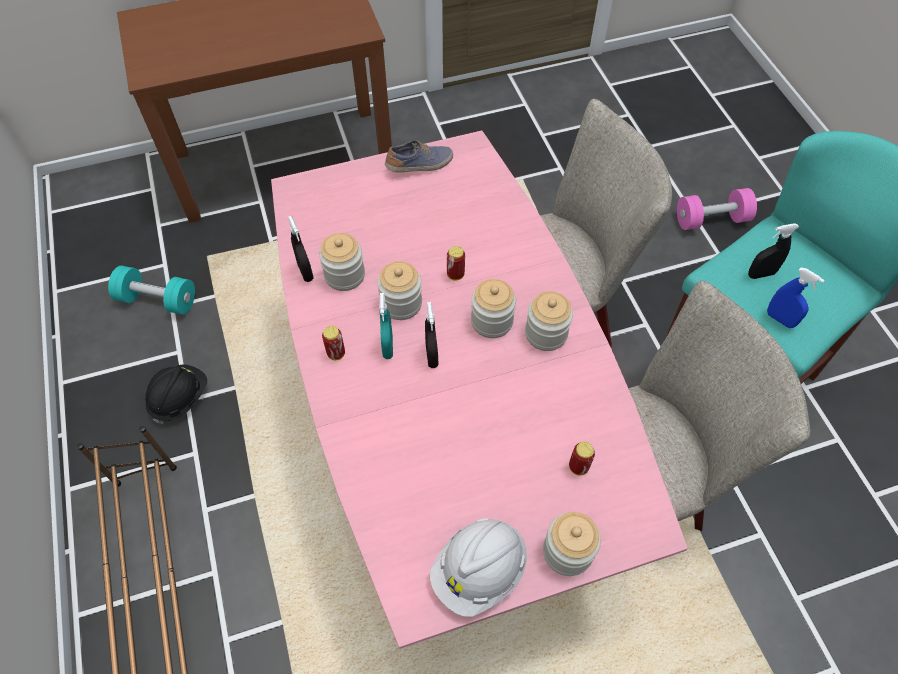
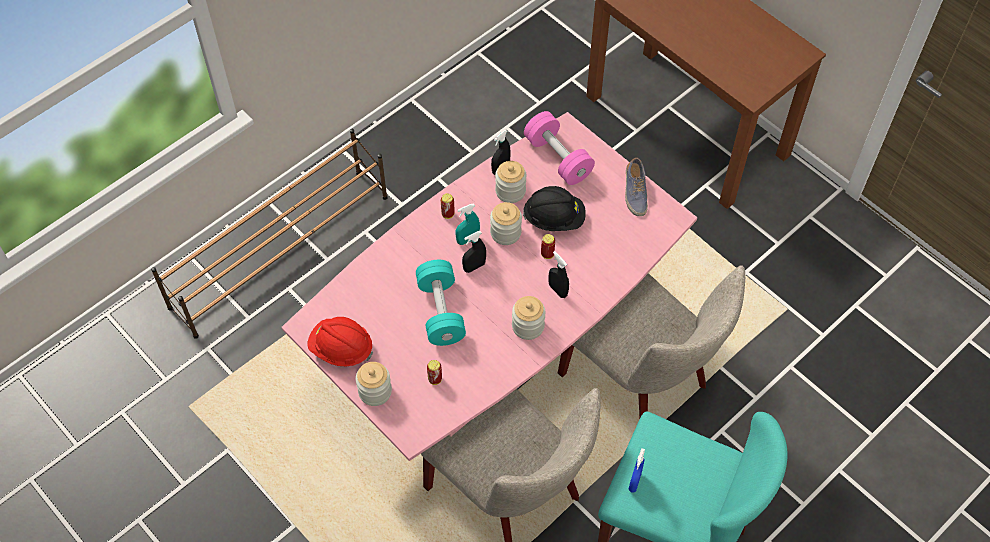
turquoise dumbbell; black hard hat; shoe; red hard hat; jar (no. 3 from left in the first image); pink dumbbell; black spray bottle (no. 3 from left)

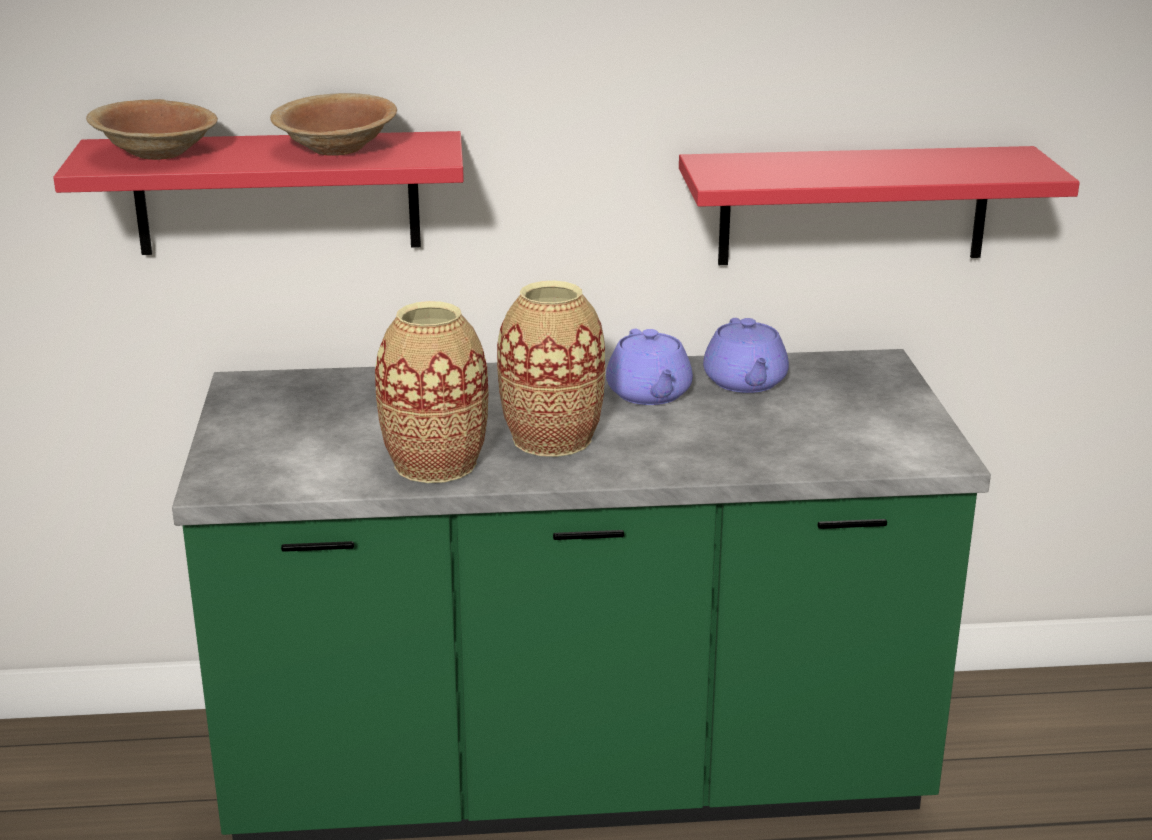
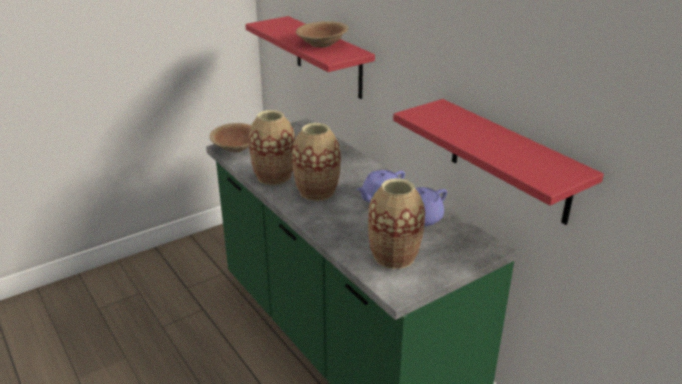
brown bowl (no. 1 from left); vase (no. 3 from left)

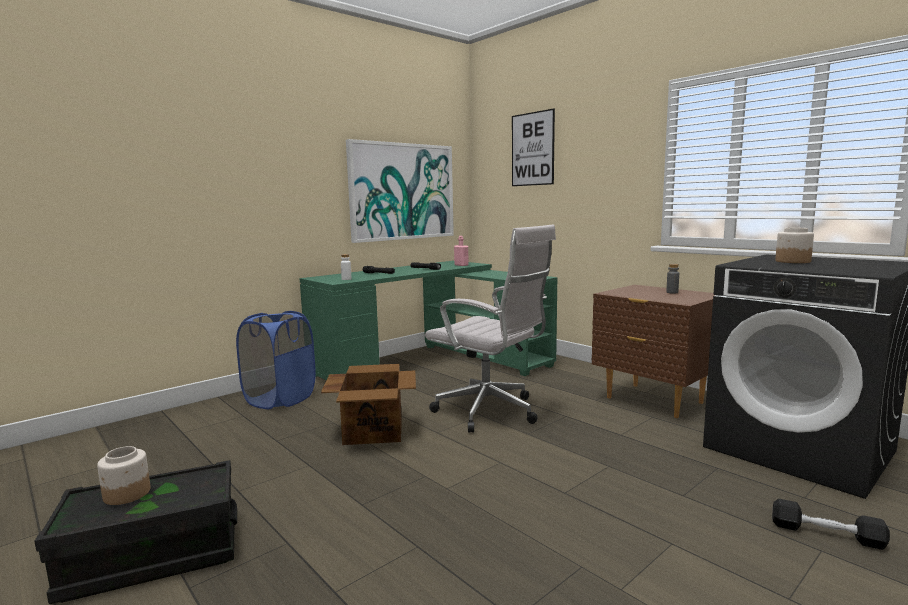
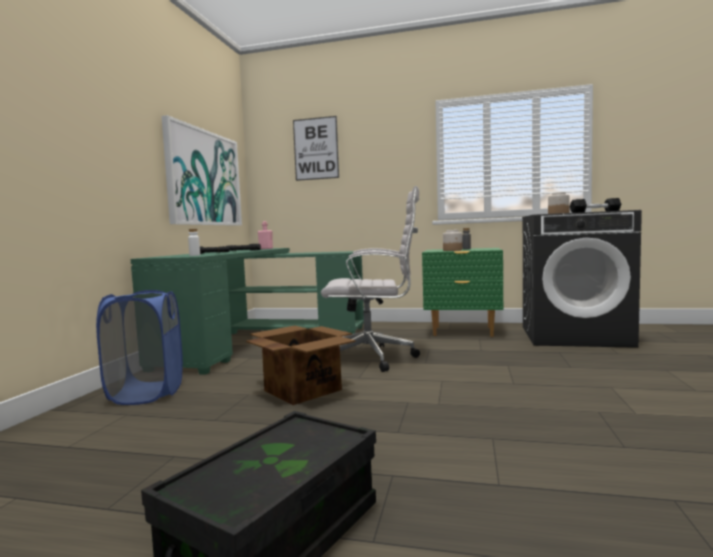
jar (no. 1 from left); green nightstand; black dumbbell

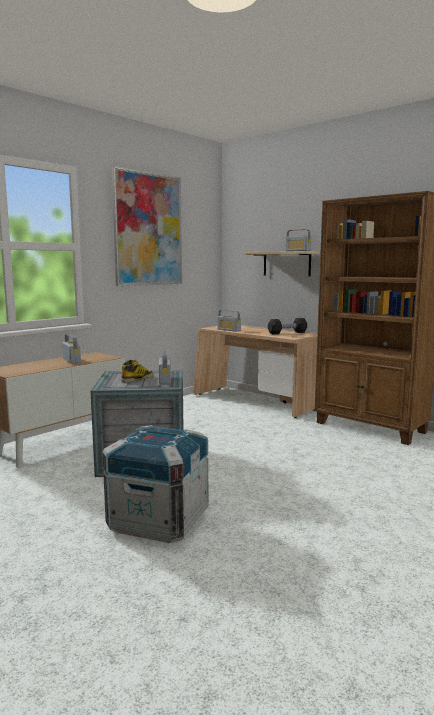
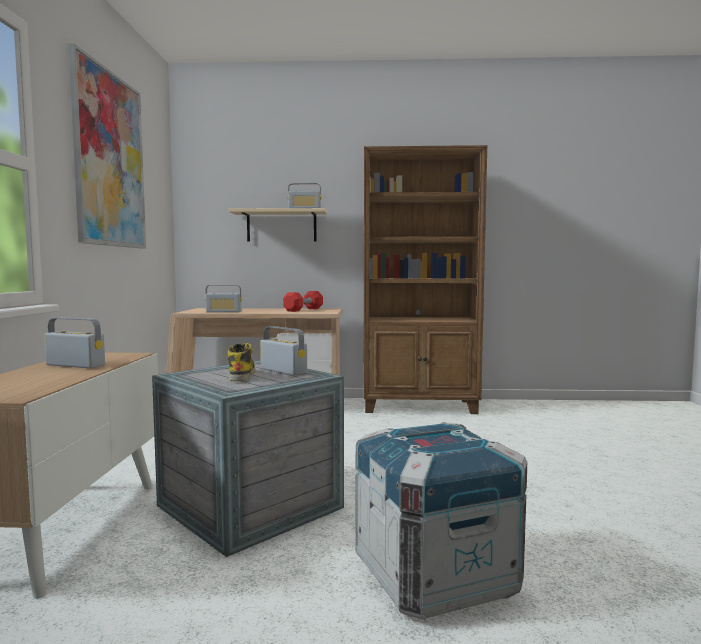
red dumbbell

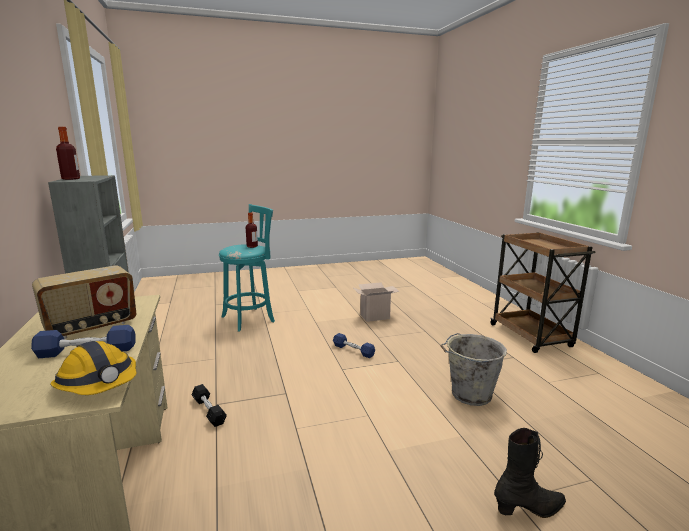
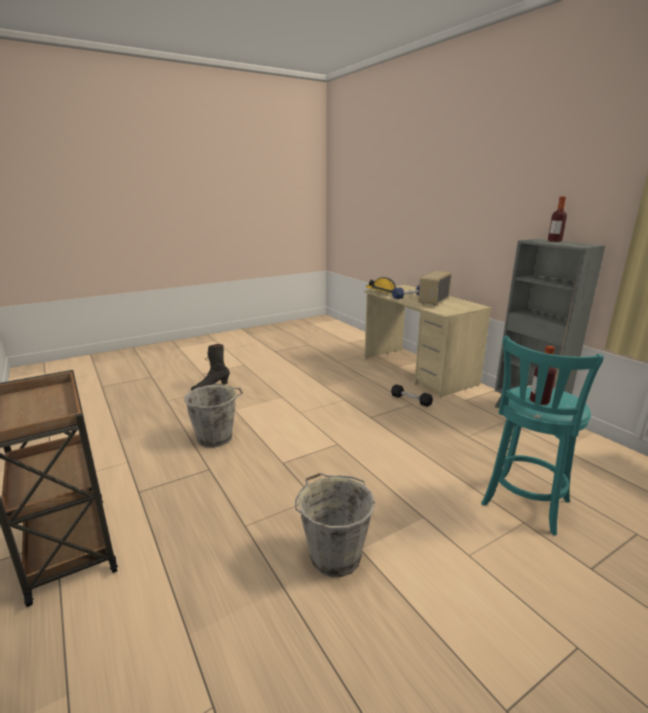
blue dumbbell (no. 2 from left in the first image); grey bucket (no. 2 from left)

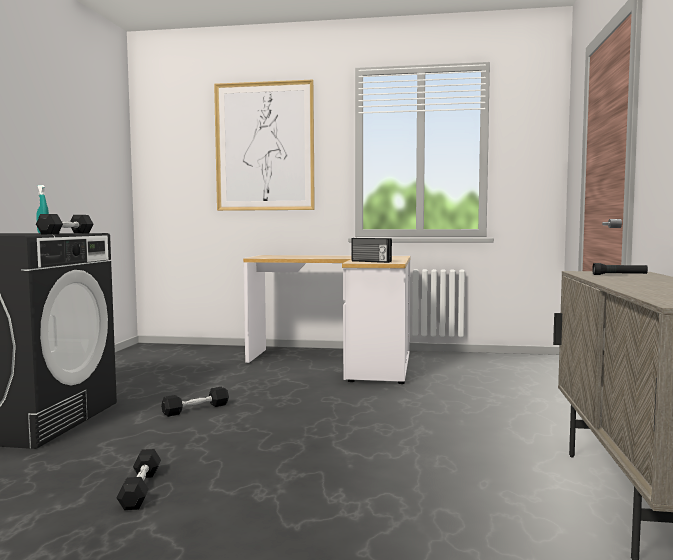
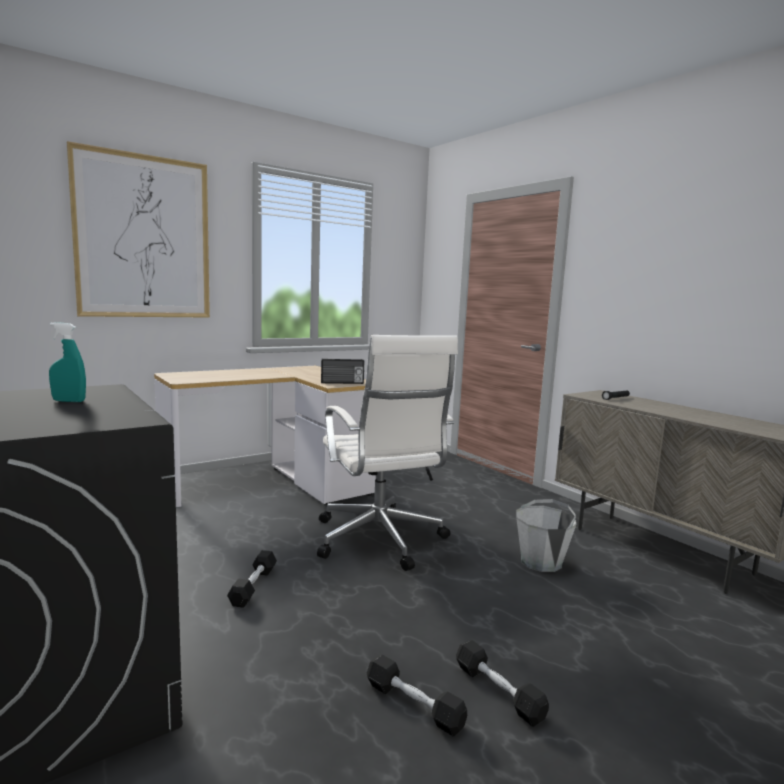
black dumbbell (no. 3 from left); white office chair; grey bucket

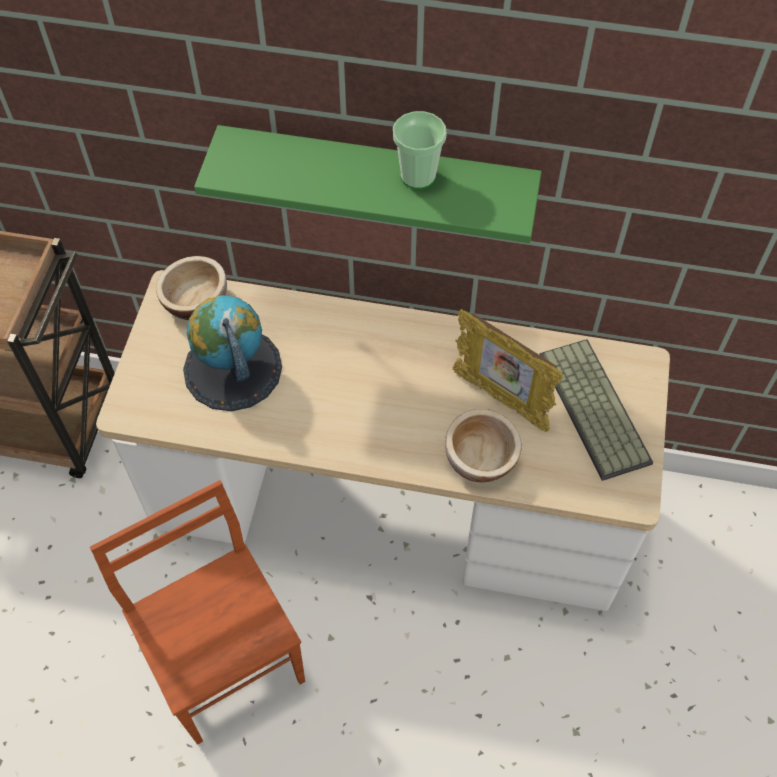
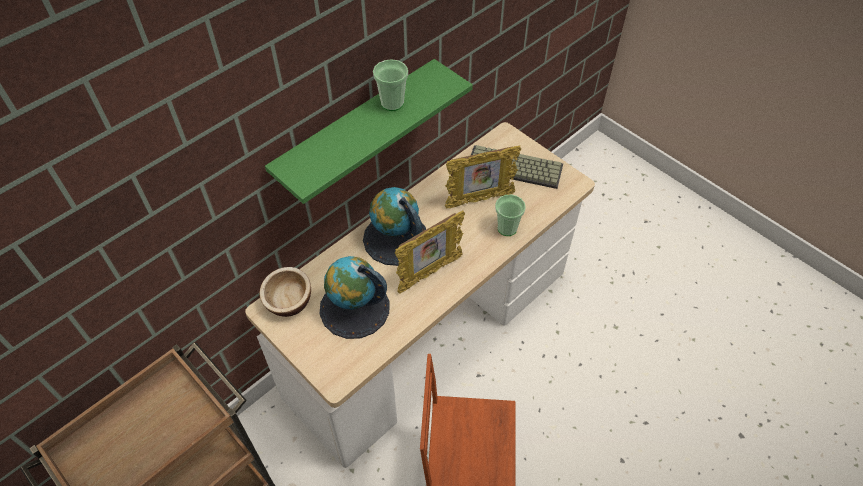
cup (no. 2 from left); globe (no. 2 from left); picture frame (no. 1 from left)

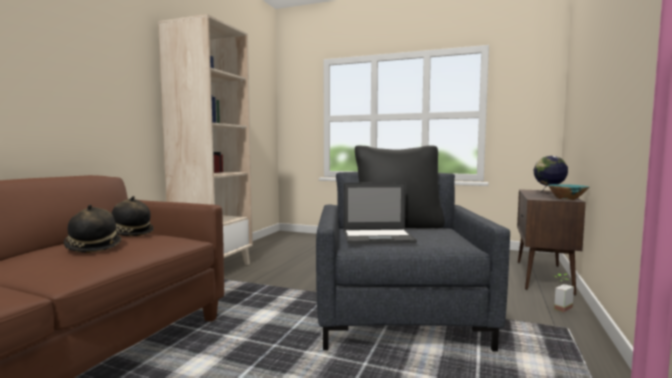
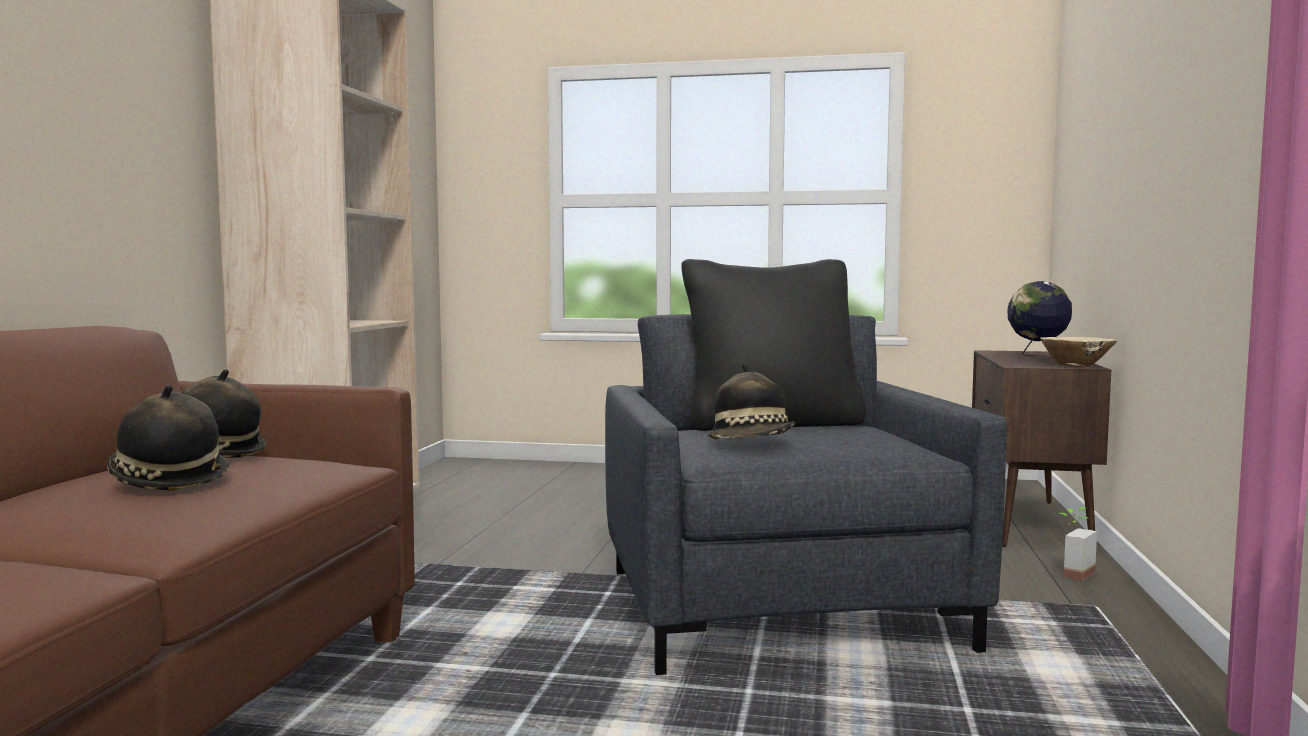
hat (no. 3 from left); beige bowl

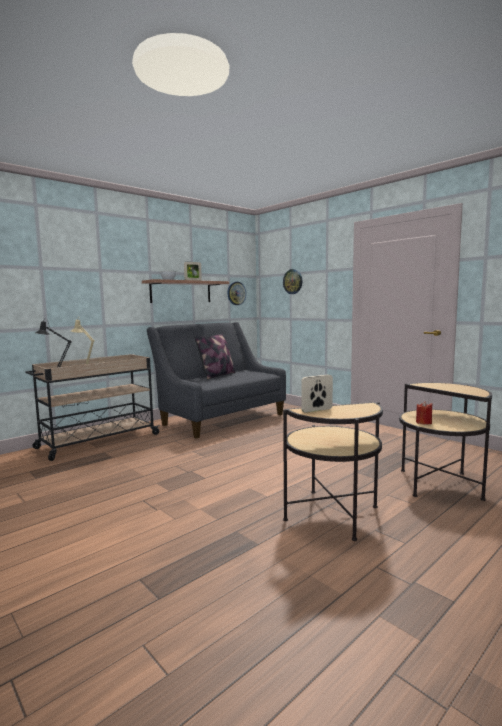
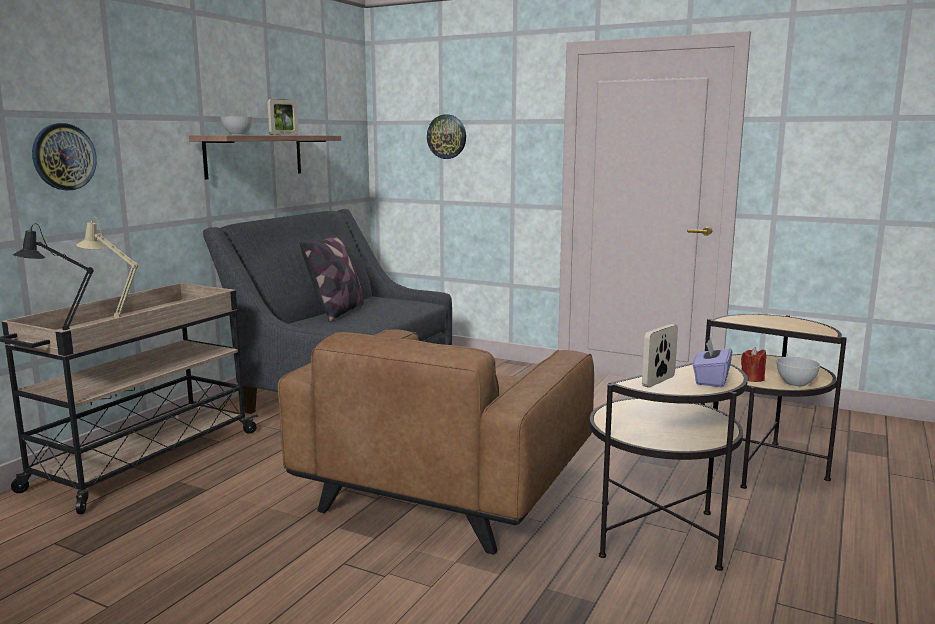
wall clock (no. 1 from left); brown armchair; purple tissue box; grey bowl (no. 2 from left)

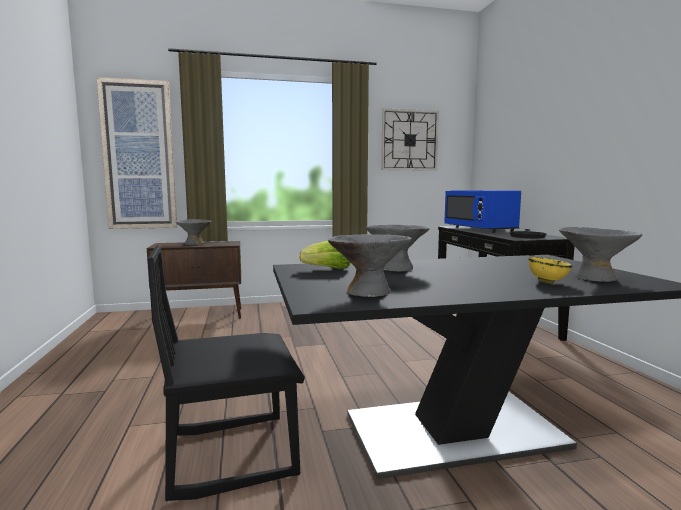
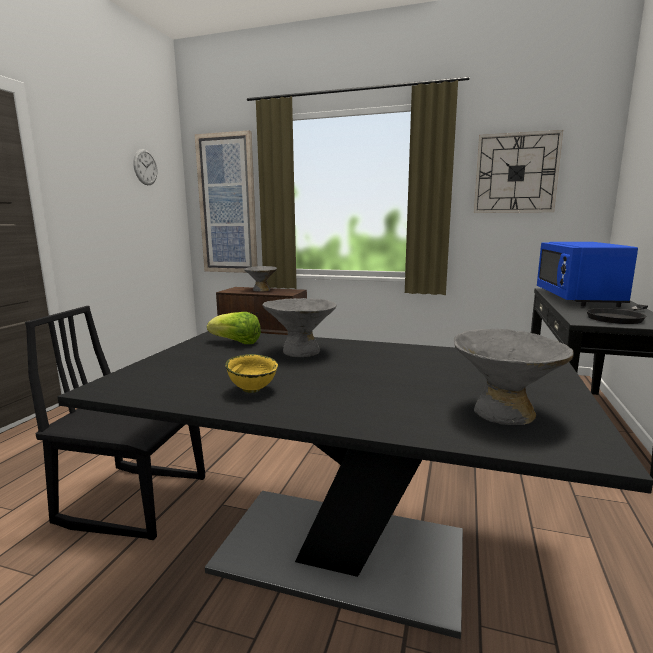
grey bowl (no. 2 from left in the first image); yellow bowl; wall clock (no. 1 from left)

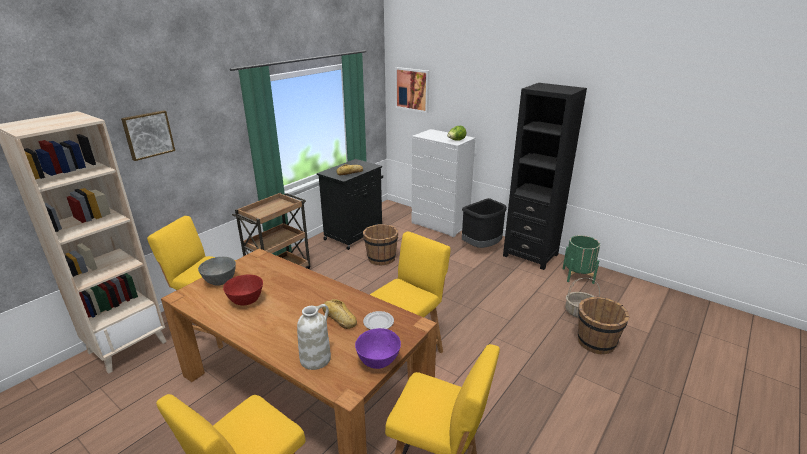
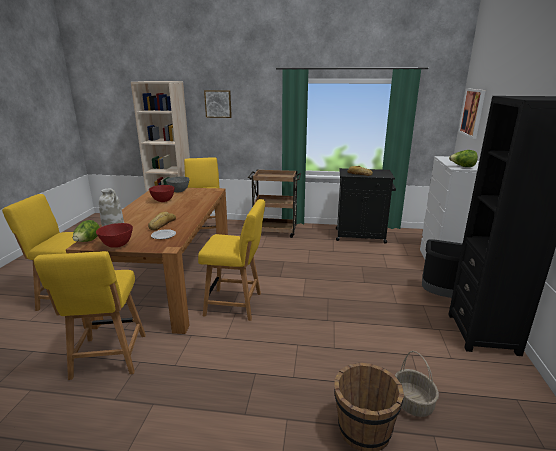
red bowl (no. 1 from left); brown bucket (no. 1 from left in the first image); green planter; lettuce (no. 1 from left)

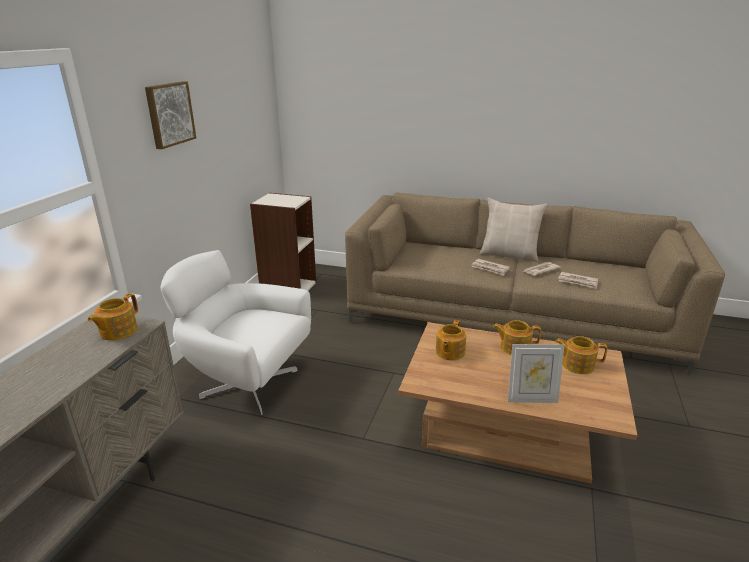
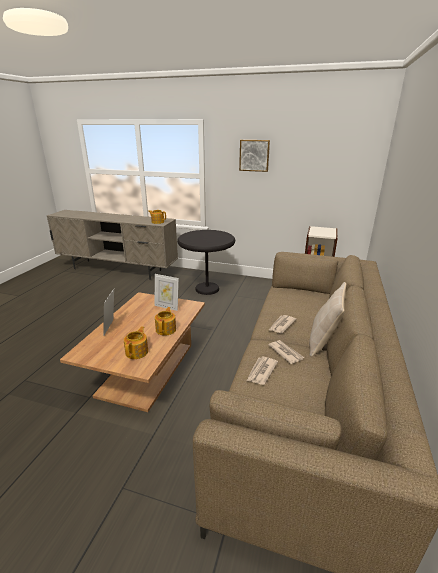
black side table; picture frame (no. 2 from left)

